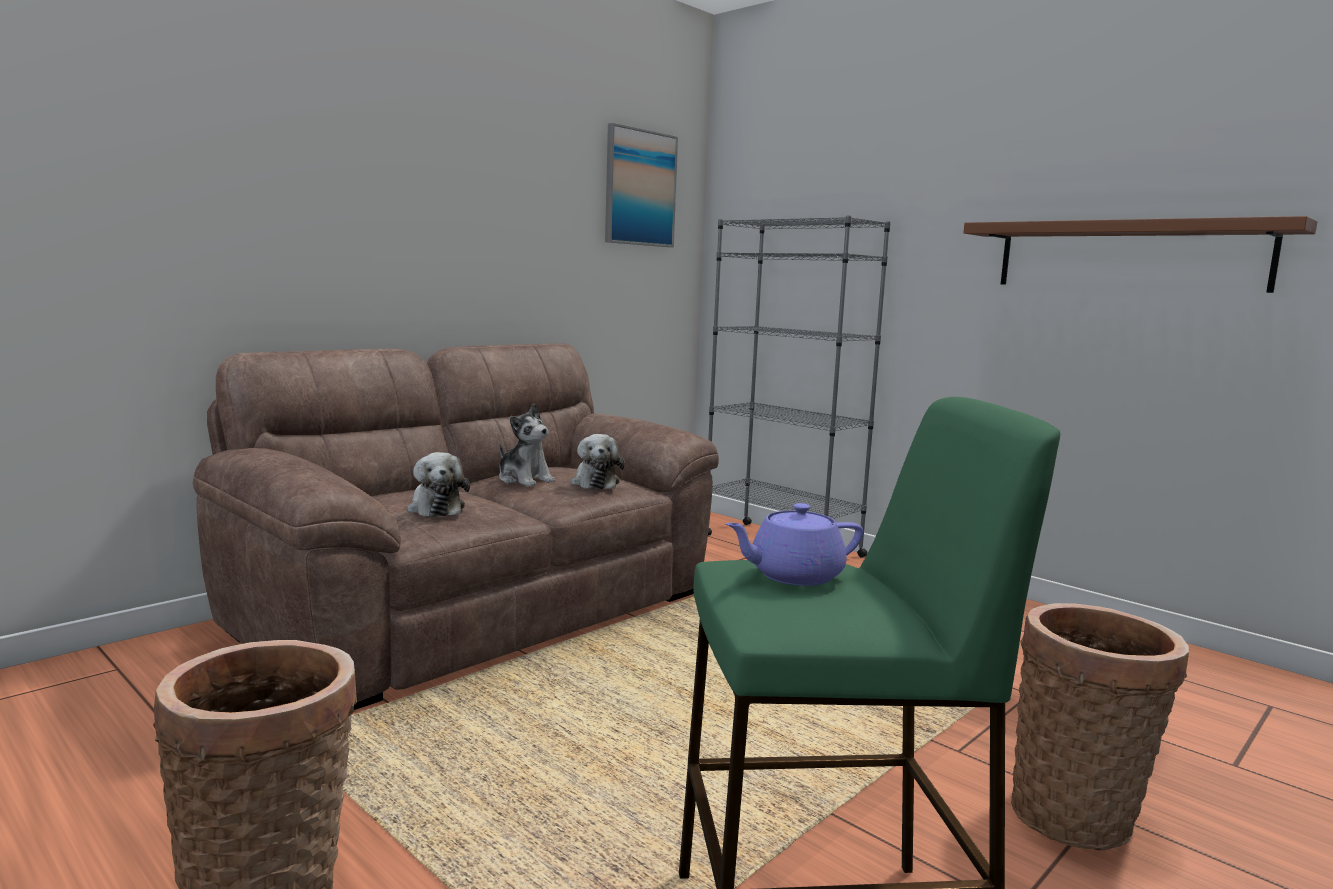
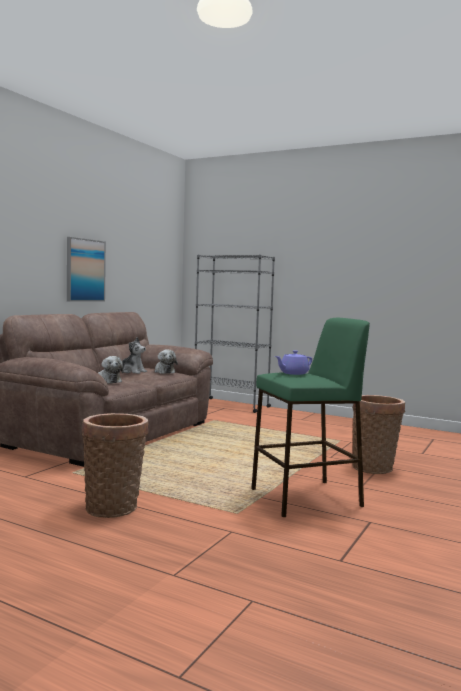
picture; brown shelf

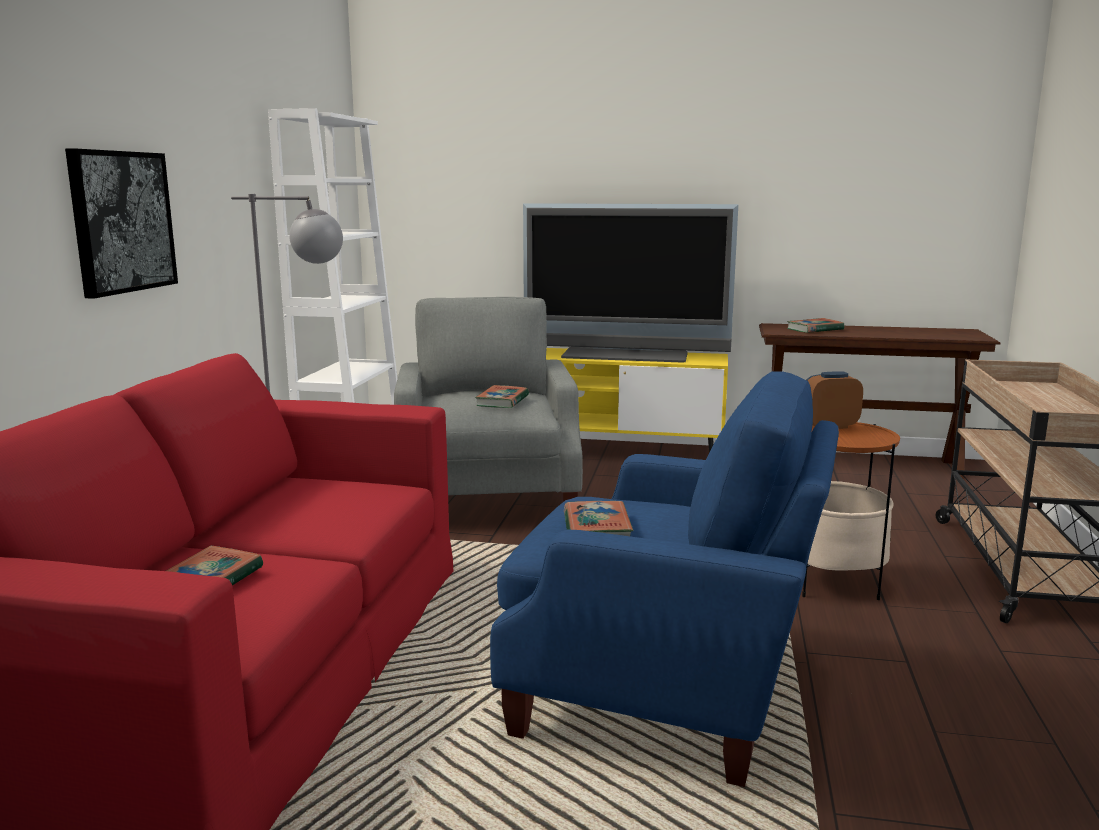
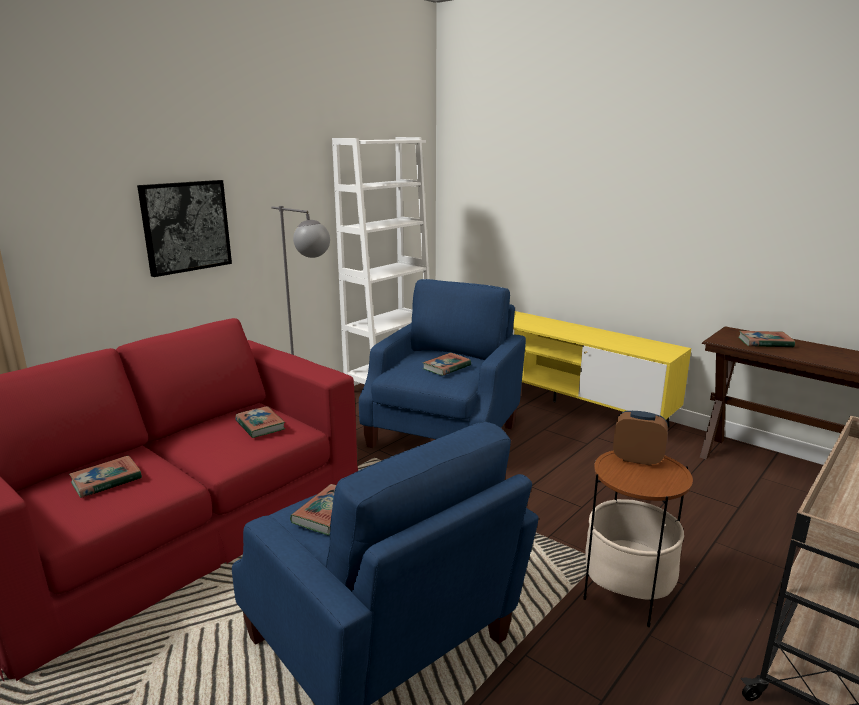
blue armchair (no. 2 from left); television; book (no. 2 from left)

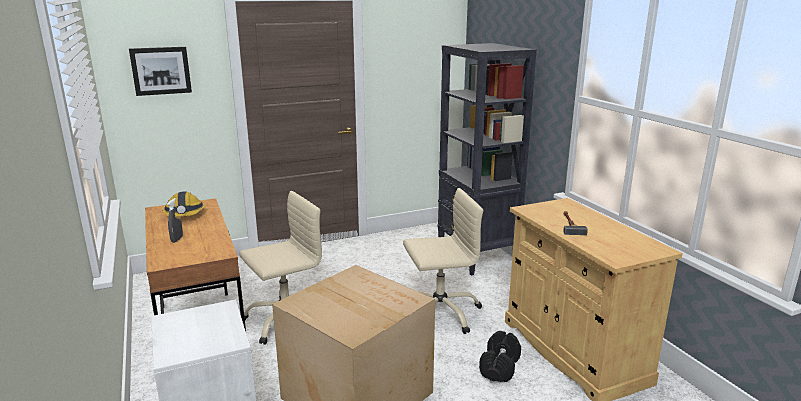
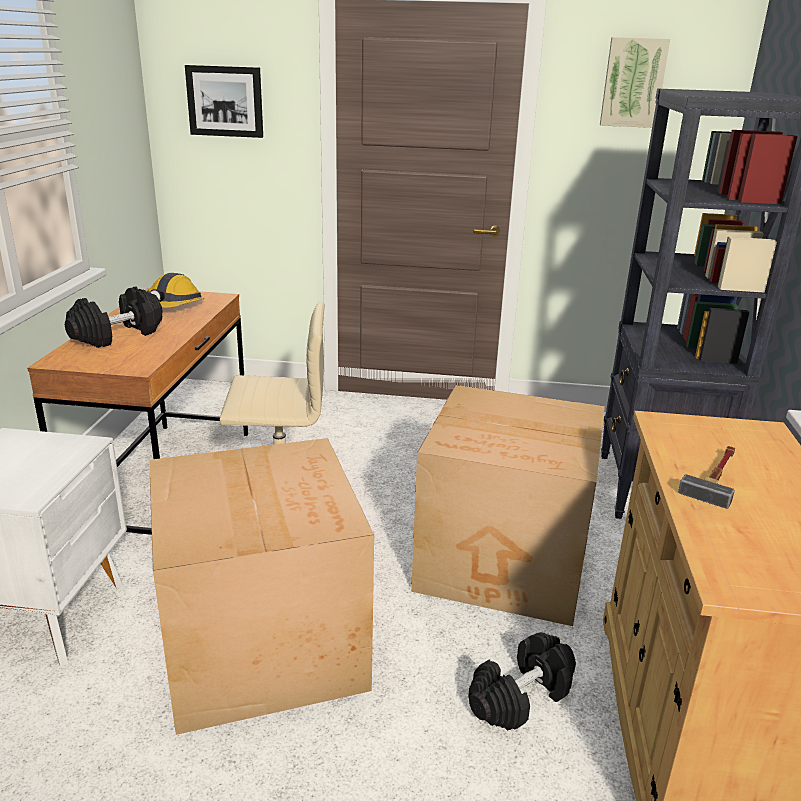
black dumbbell (no. 1 from left); cardboard box (no. 2 from left); picture (no. 2 from left)

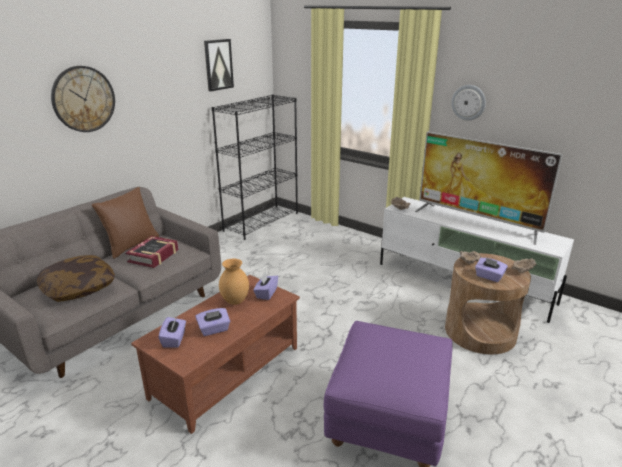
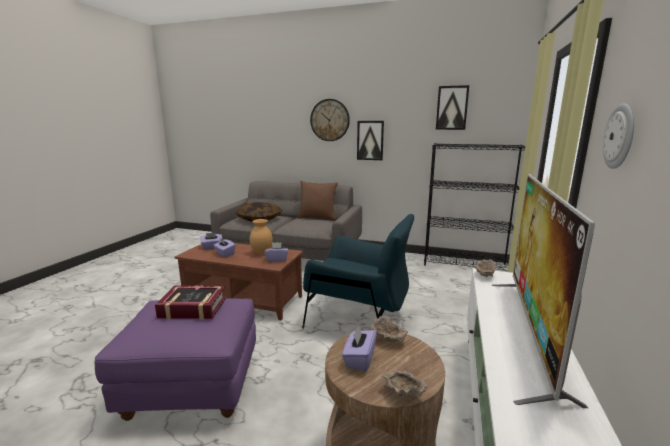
book; blue armchair; picture (no. 1 from left)

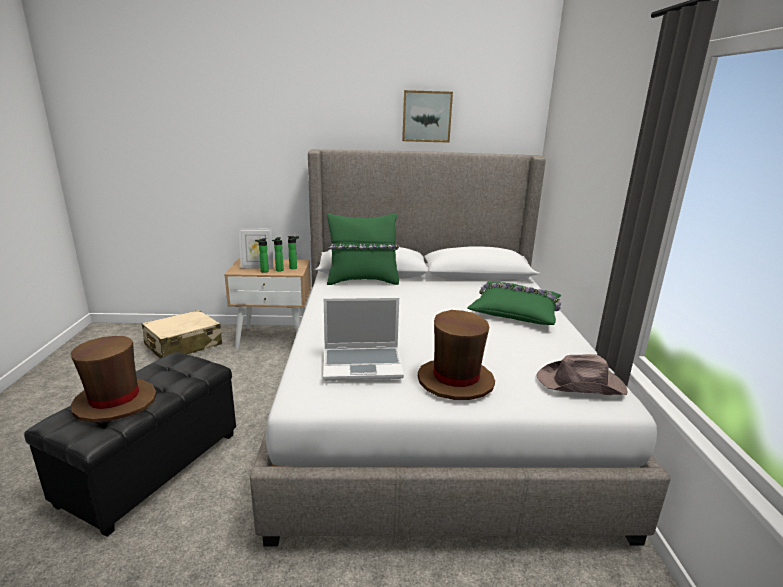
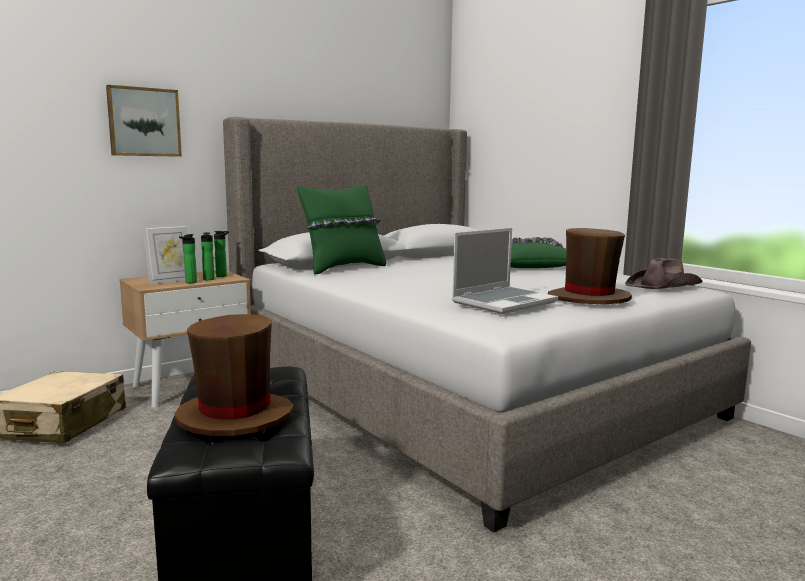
picture

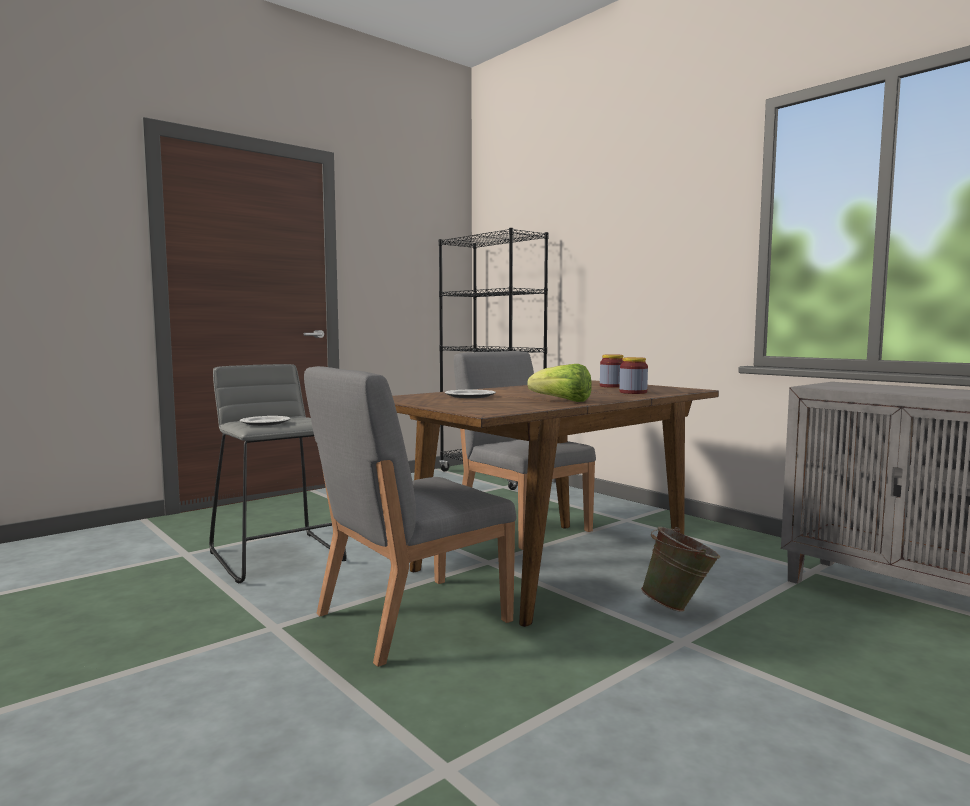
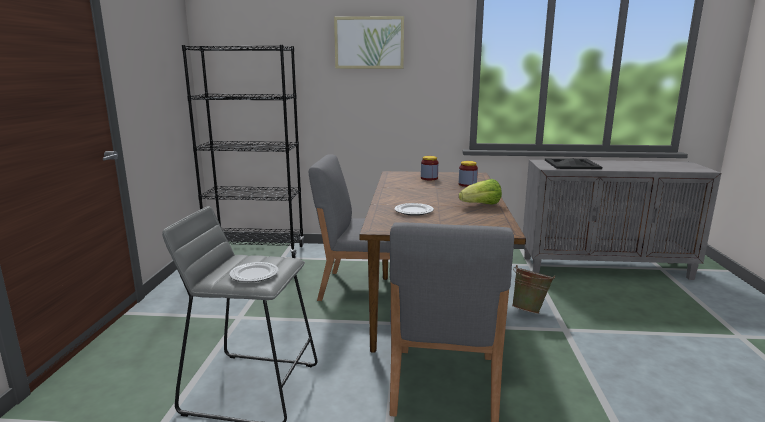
picture; black tray

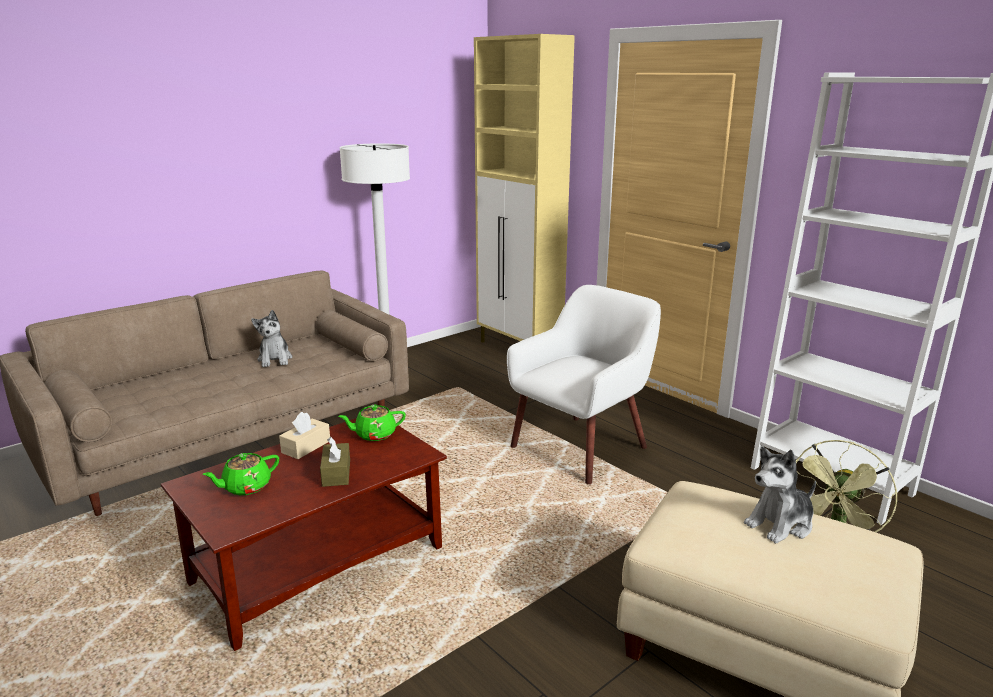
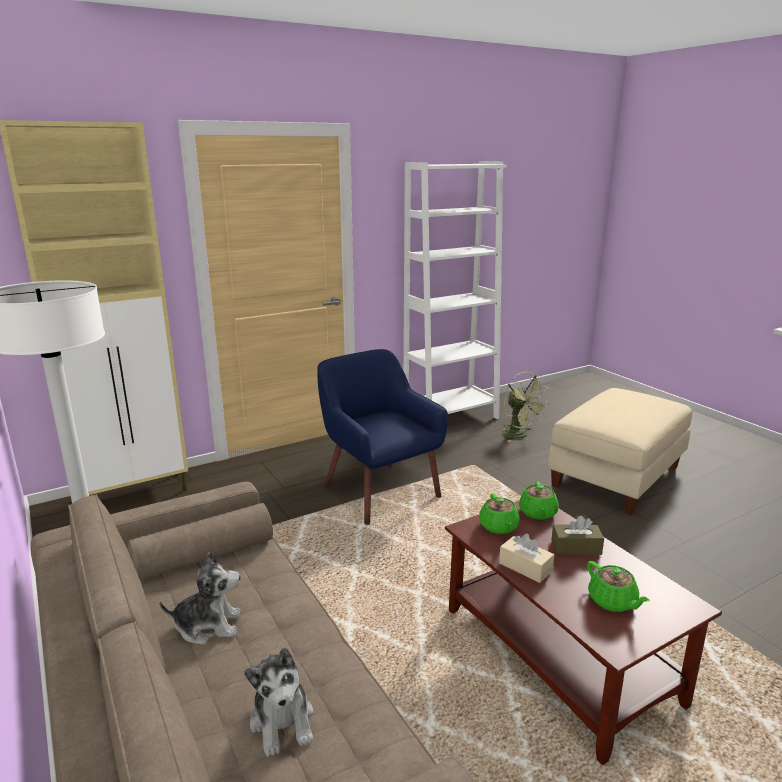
blue armchair; plush toy (no. 2 from left); green teapot (no. 2 from left)

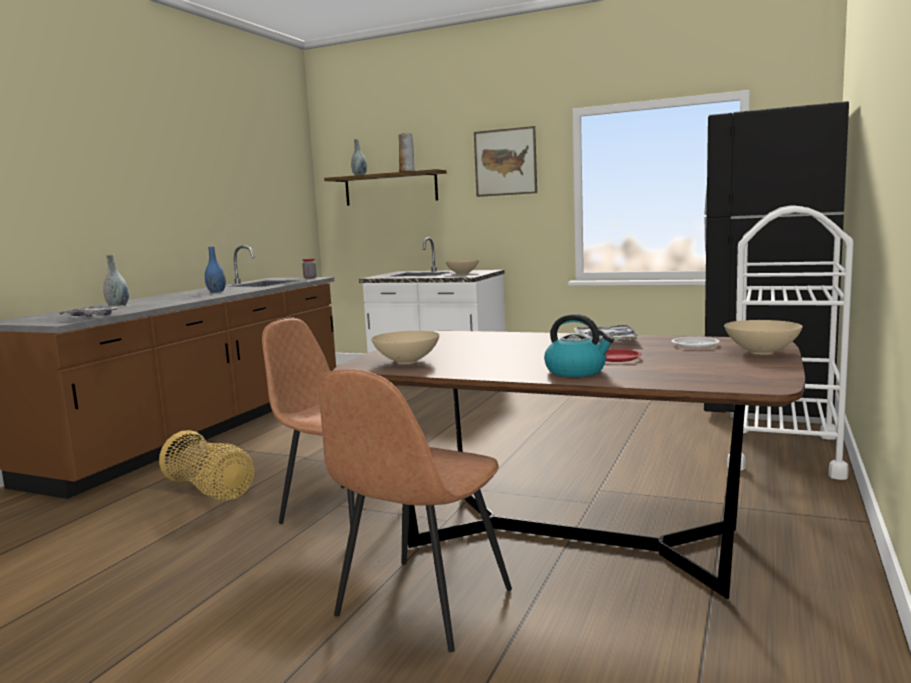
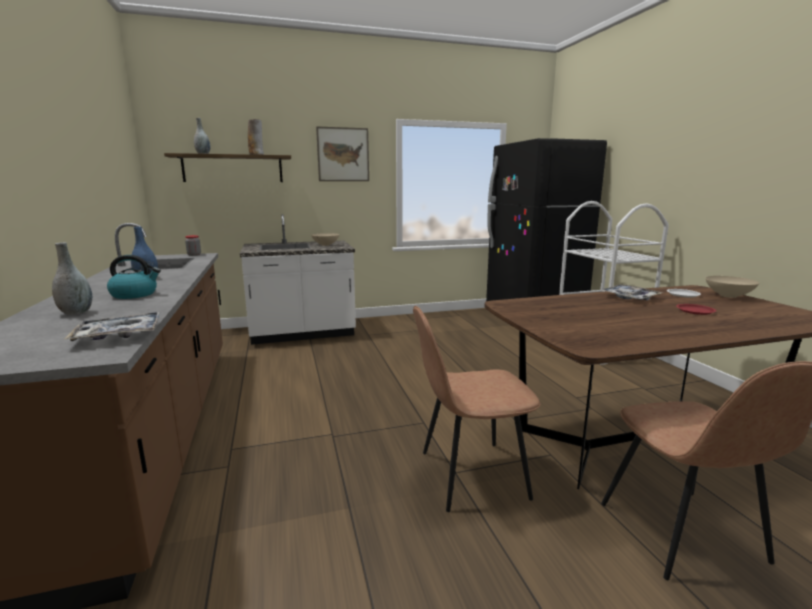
basket; beige bowl (no. 1 from left in the first image); kettle

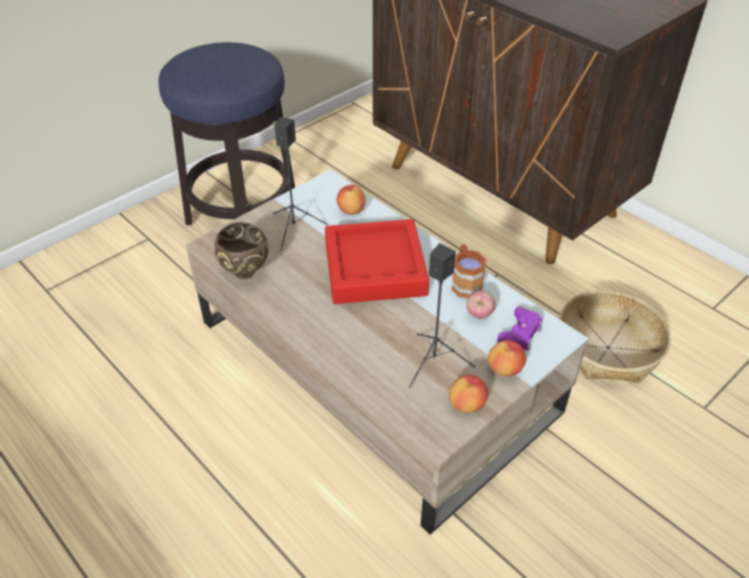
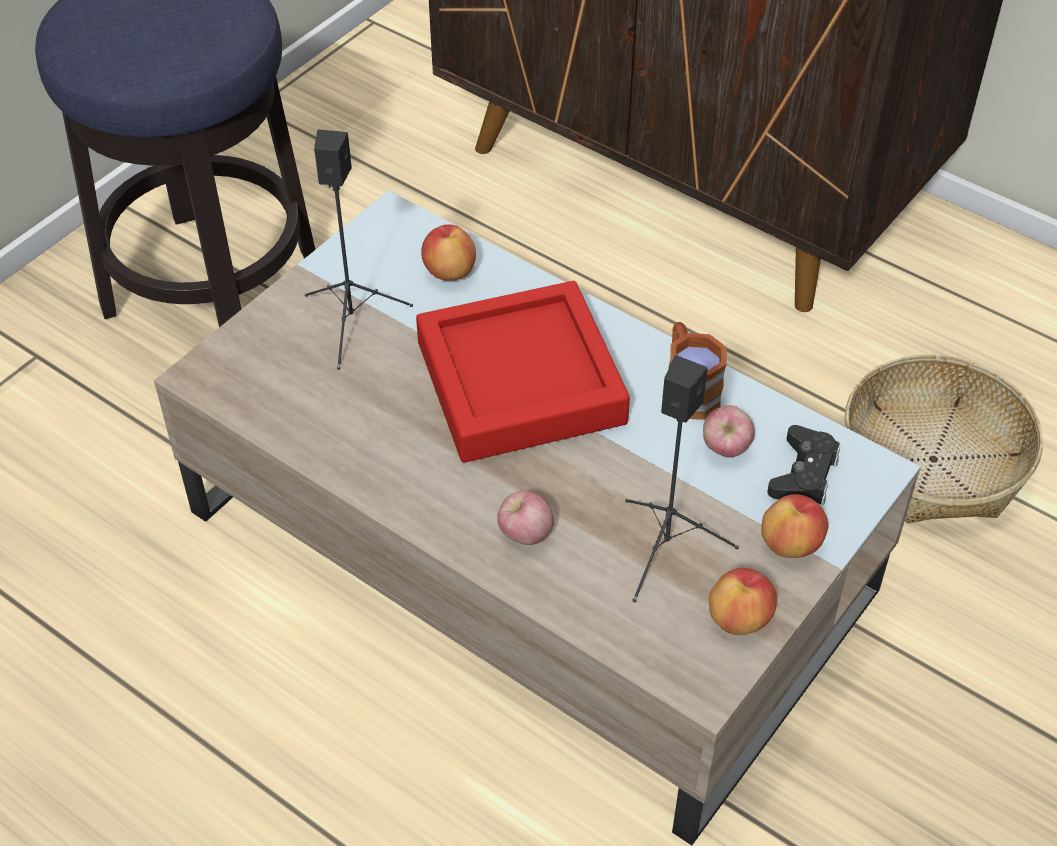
brown bowl; black game controller; apple (no. 2 from left)

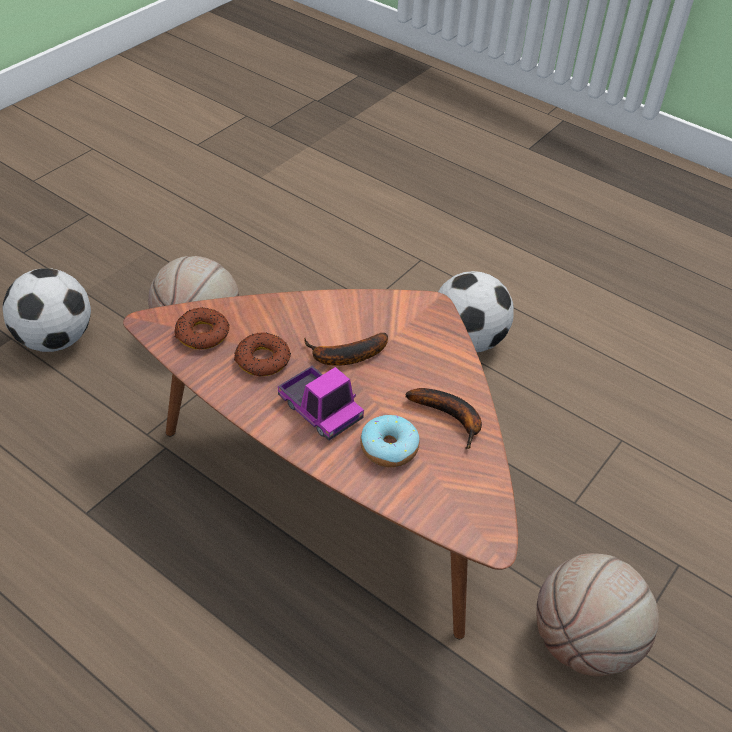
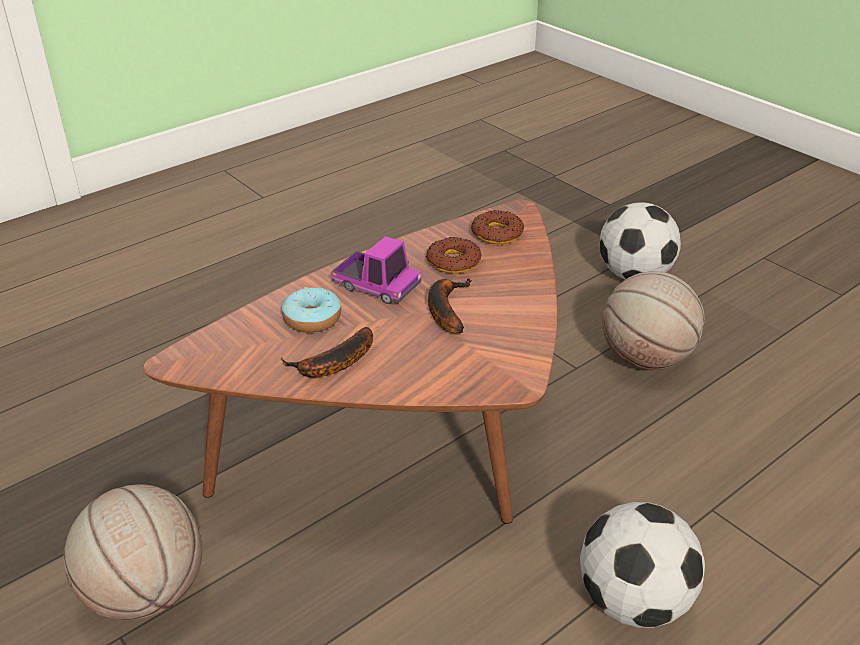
toy truck

